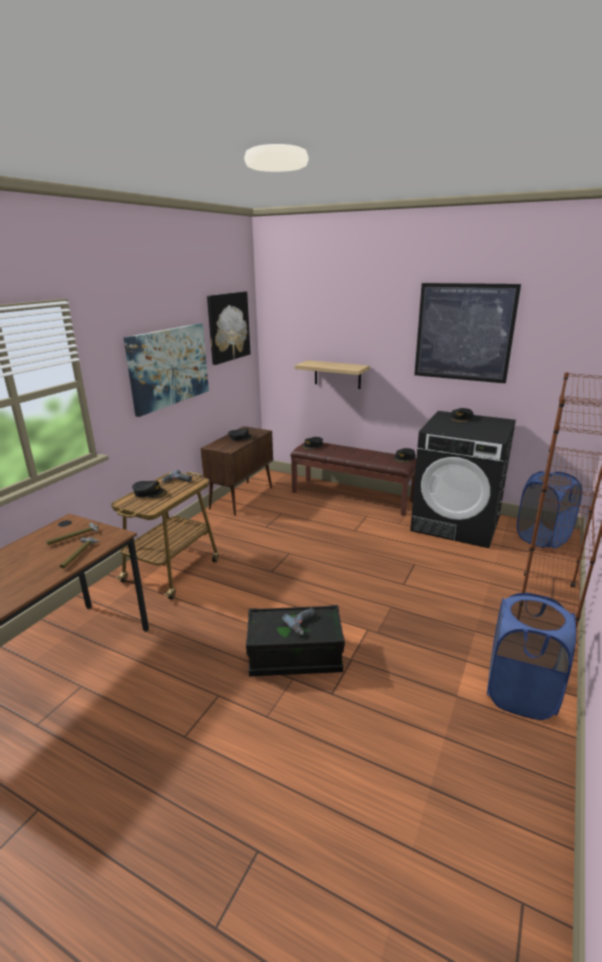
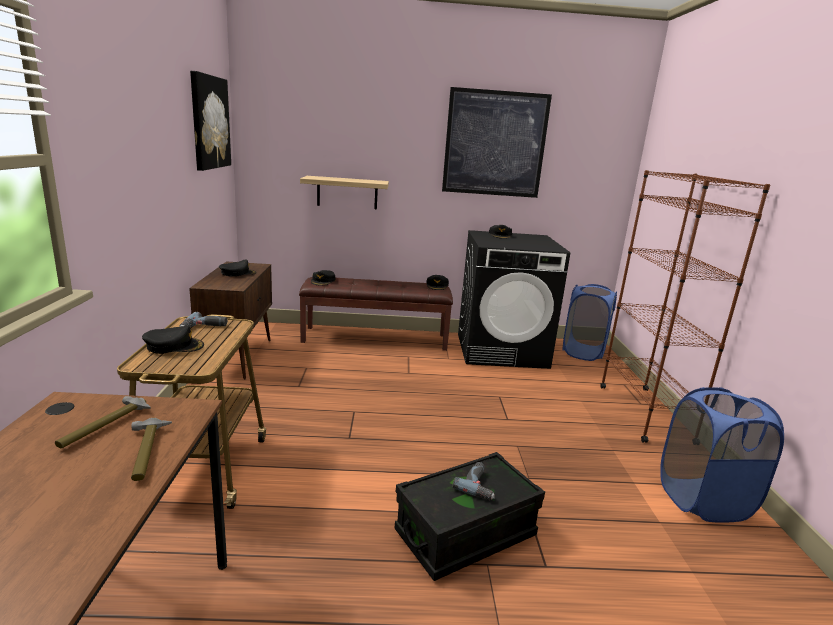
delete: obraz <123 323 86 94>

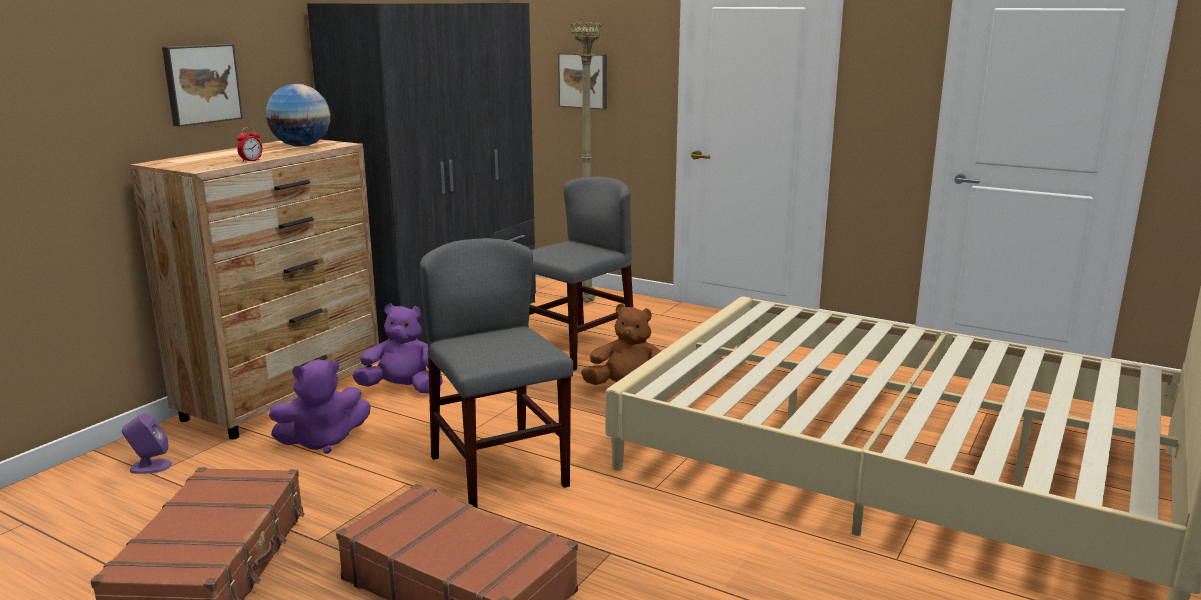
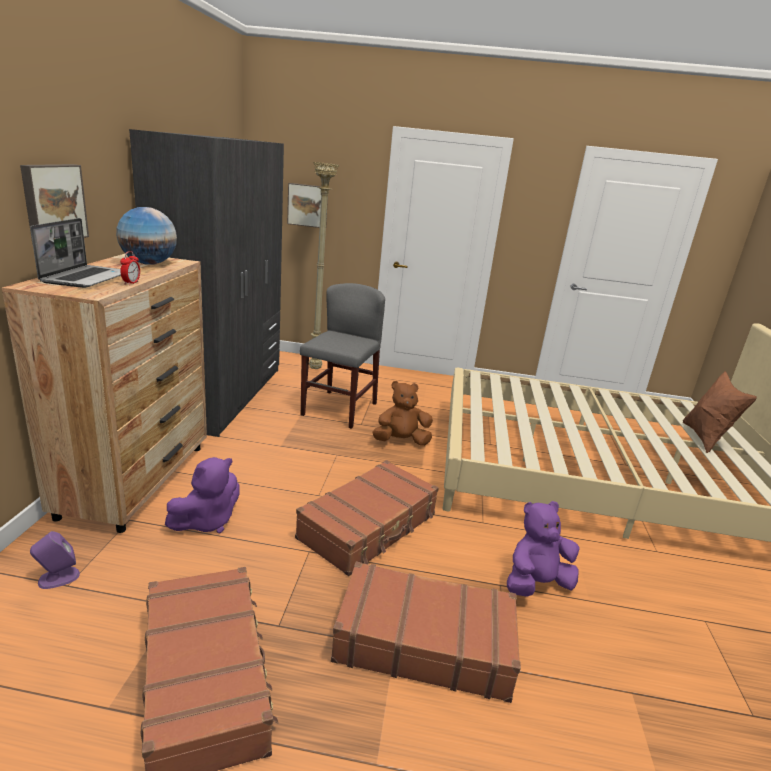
insert: laptop <30 218 91 70>; poduszka [brązowy] <683 371 74 82>
move: pluszak [fioletowy] <352 304 91 90> to <507 501 73 96>
replace: krzesło [szary] <420 238 153 270> to walizka [brązowy] <295 460 144 116>

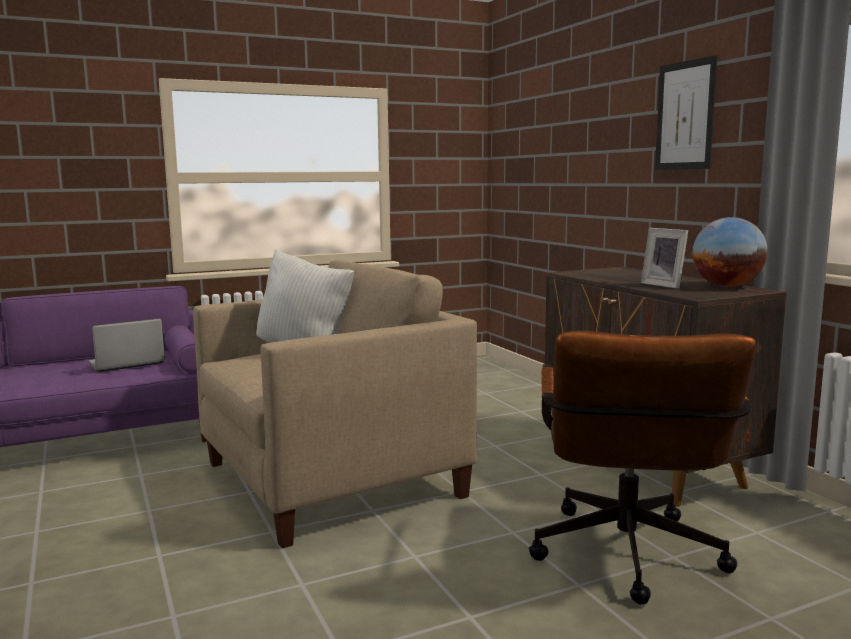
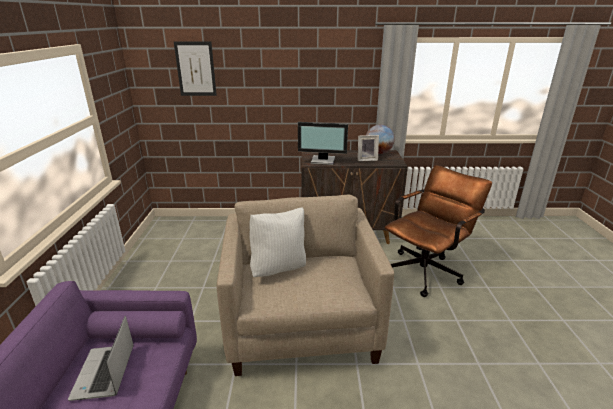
insert: monitor <298 122 50 43>
move: obraz <655 55 62 115> to <174 41 43 55>
rotate: krzesło biurowe [brązowy] <529 331 227 274> = <385 165 107 132> 75 degrees counterclockwise

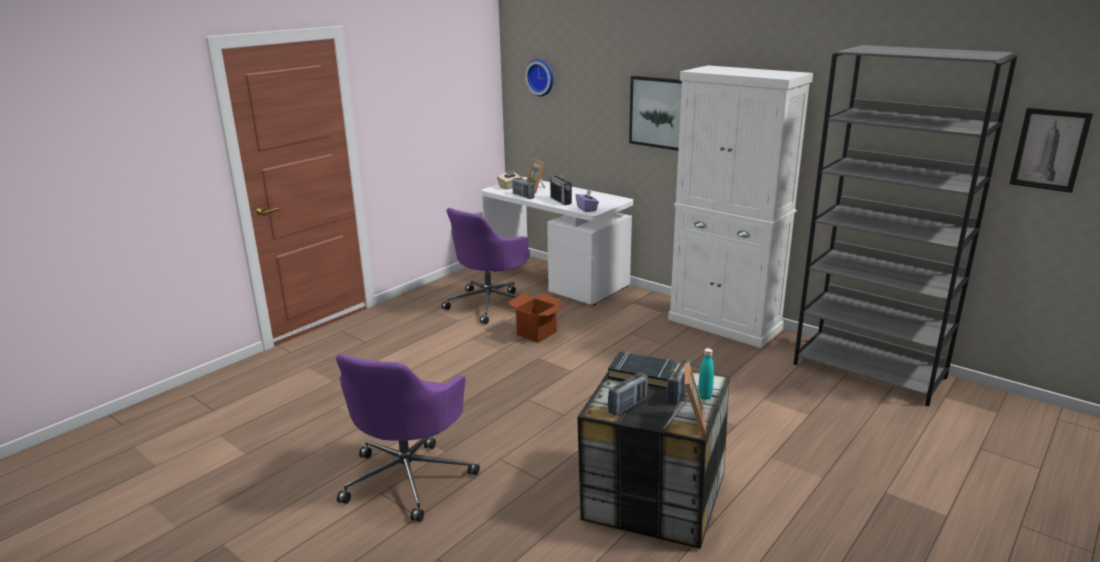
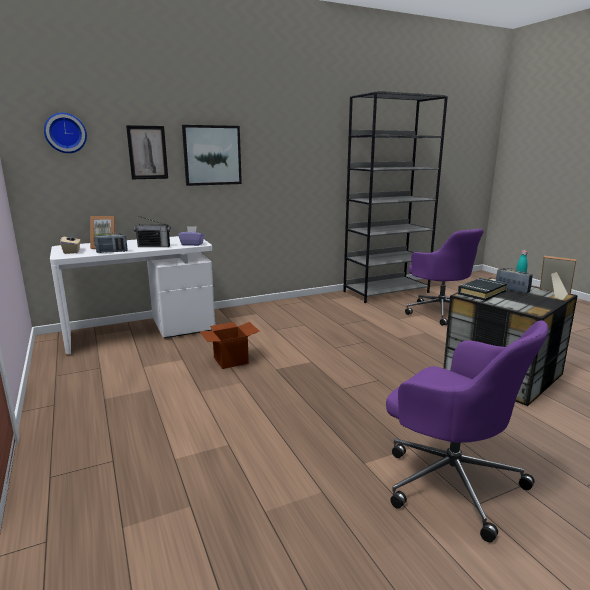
delete: radio <608 373 40 43>; szafka [biały] <668 65 145 283>
move: obraz <1010 108 83 85> to <126 125 42 54>; krzesło biurowe [fioletowy] <442 208 88 116> to <405 229 79 97>

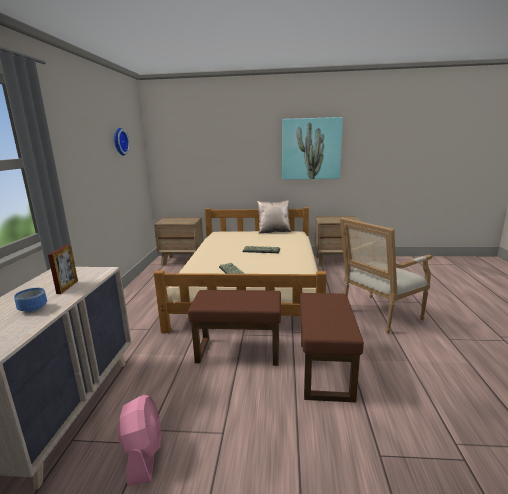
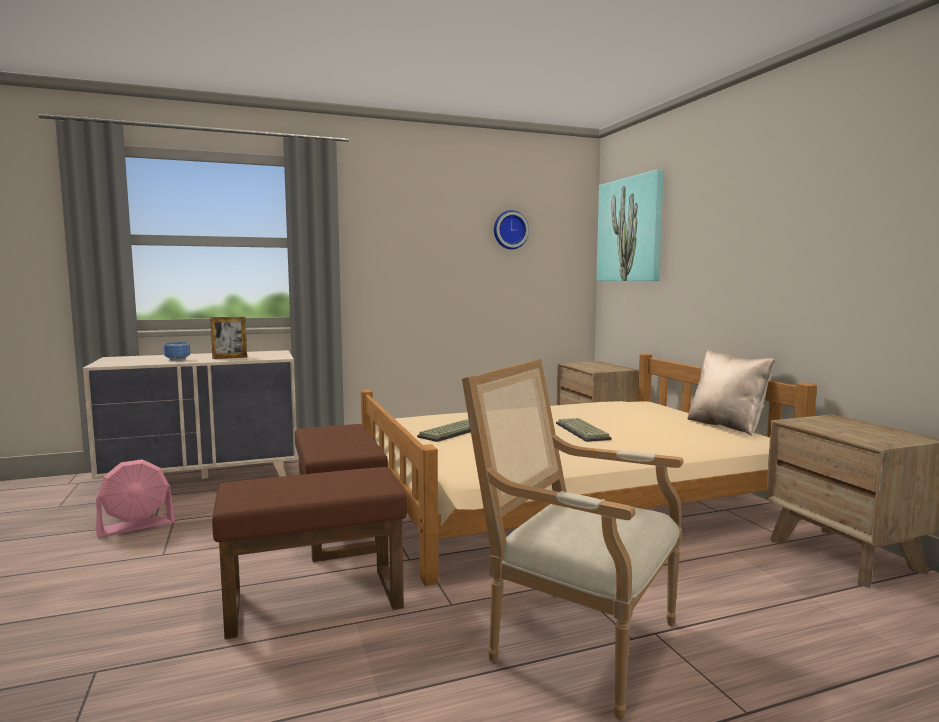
move: obraz <282 117 61 63> to <597 169 67 112>

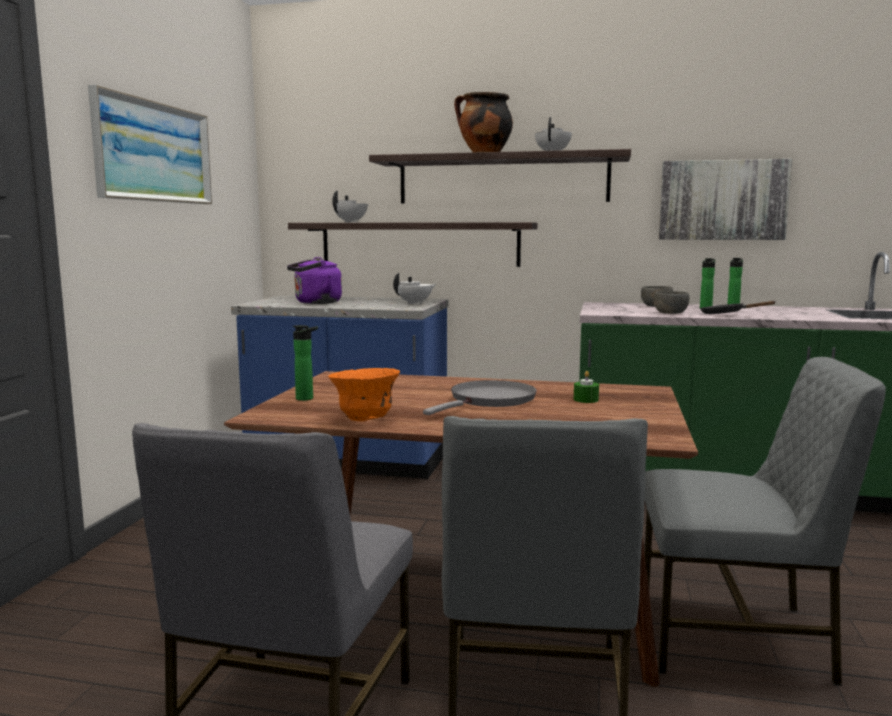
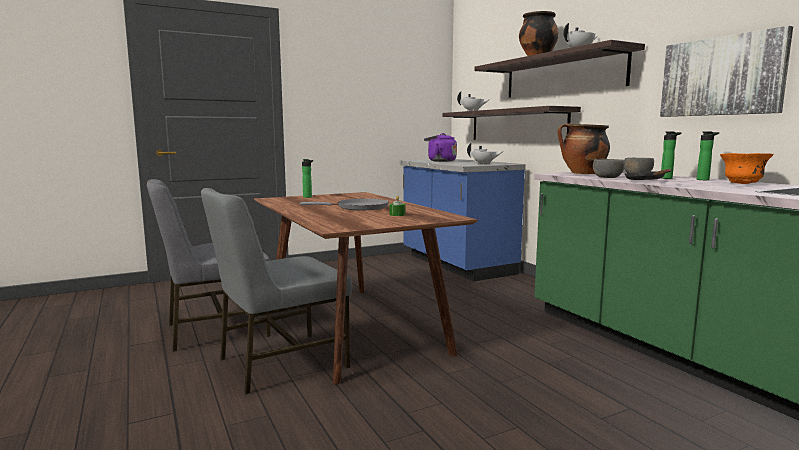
delete: obraz <88 85 124 119>; krzesło [szary] <644 357 242 329>
insert: garnek <557 123 53 51>
move: miska [pomarańczowy] <328 368 72 53> to <720 153 54 31>

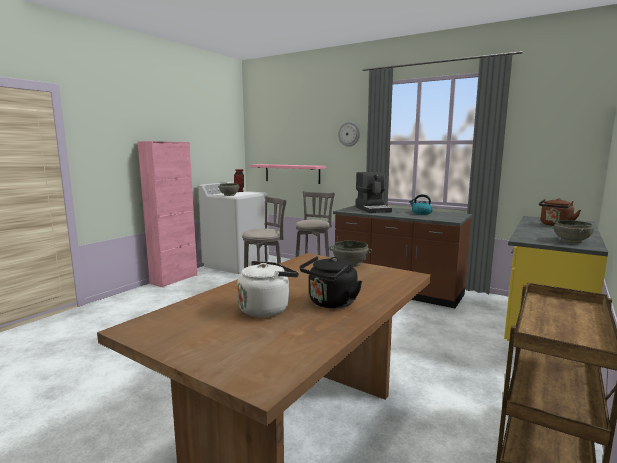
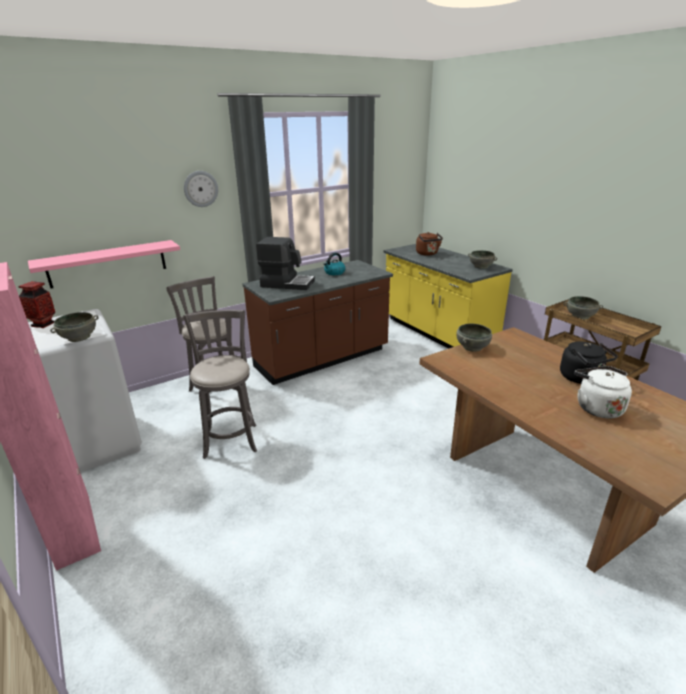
insert: miska [szary] <563 296 40 24>

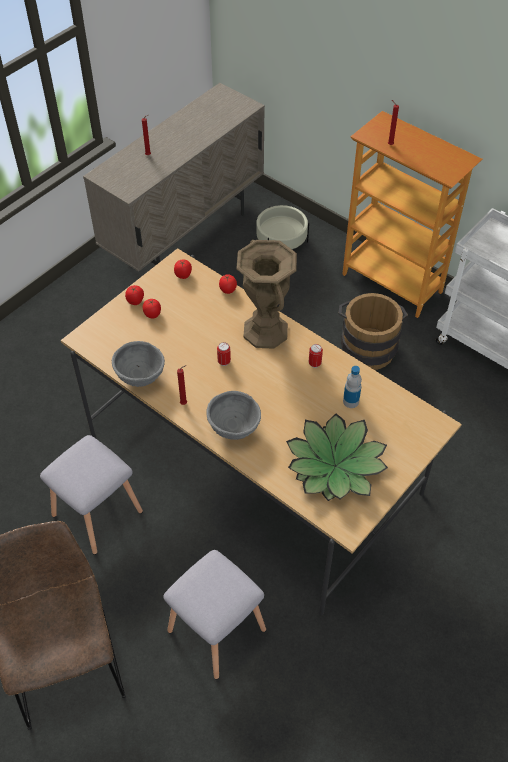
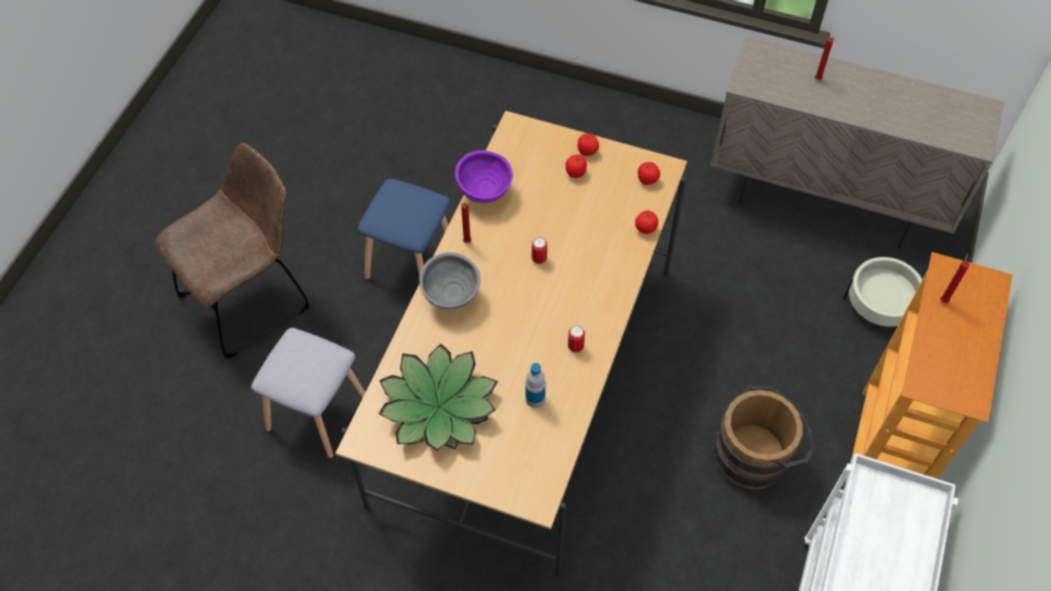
delete: wazon [brązowy] <236 240 61 109>
recolor: stołek [szary] <40 435 103 120> to stołek [niebieski] <357 178 93 102>; miska [szary] <112 341 53 46> to miska [fioletowy] <455 150 58 53>

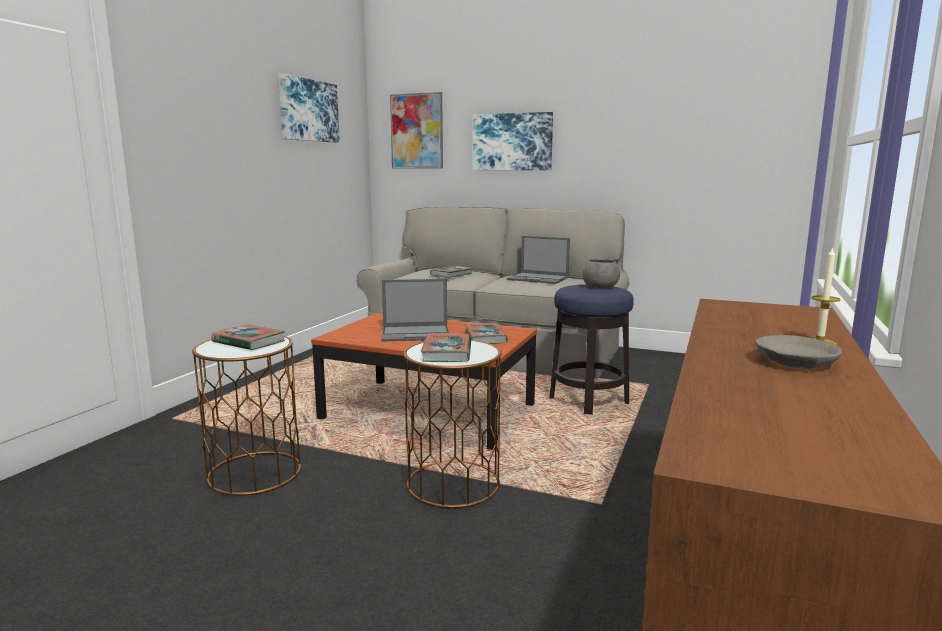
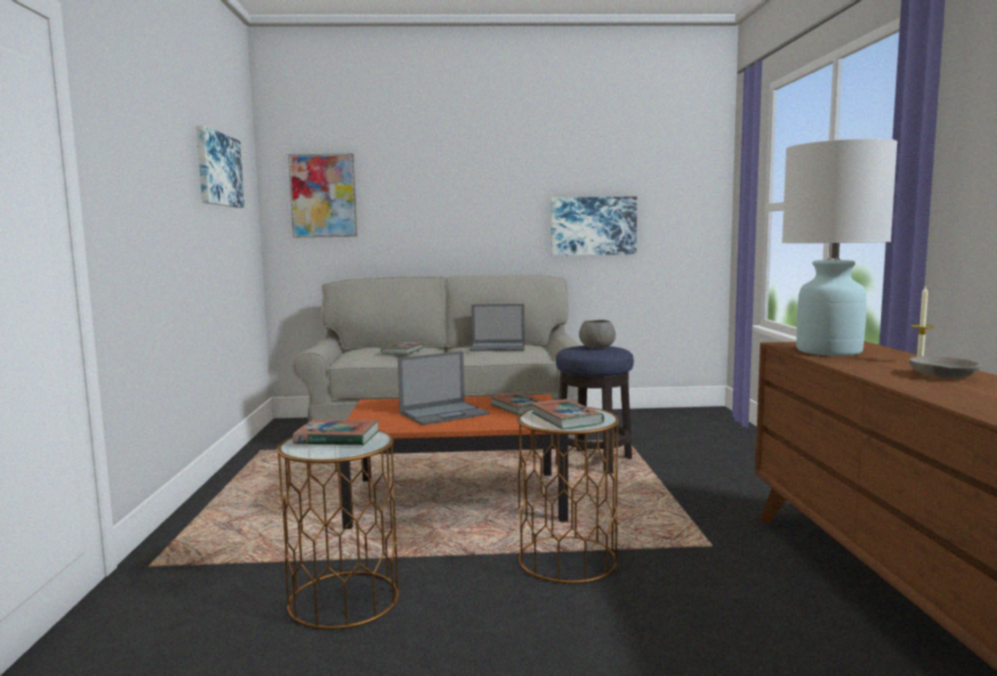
insert: lampa stołowa [biały] <782 138 116 218>
move: obraz <473 112 80 58> to <551 196 86 60>

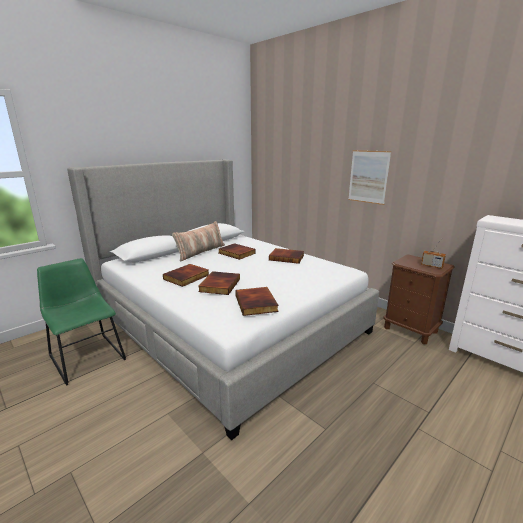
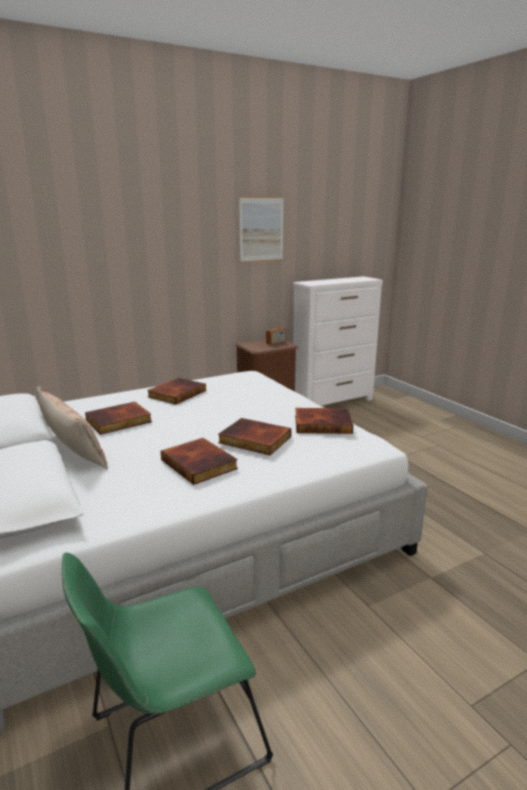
move: obraz <348 150 43 55> to <239 196 45 67>

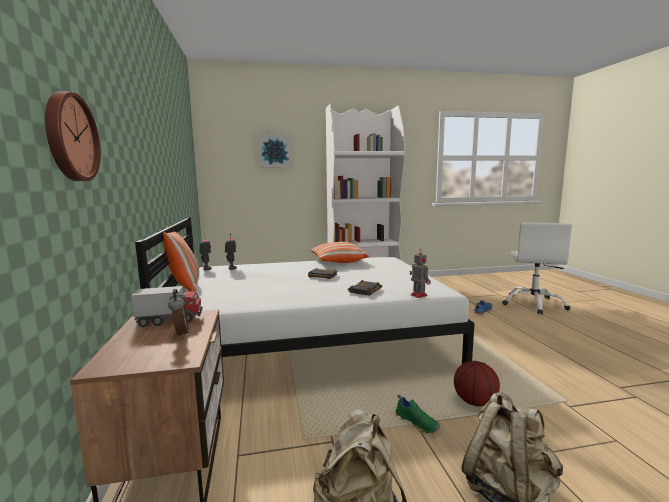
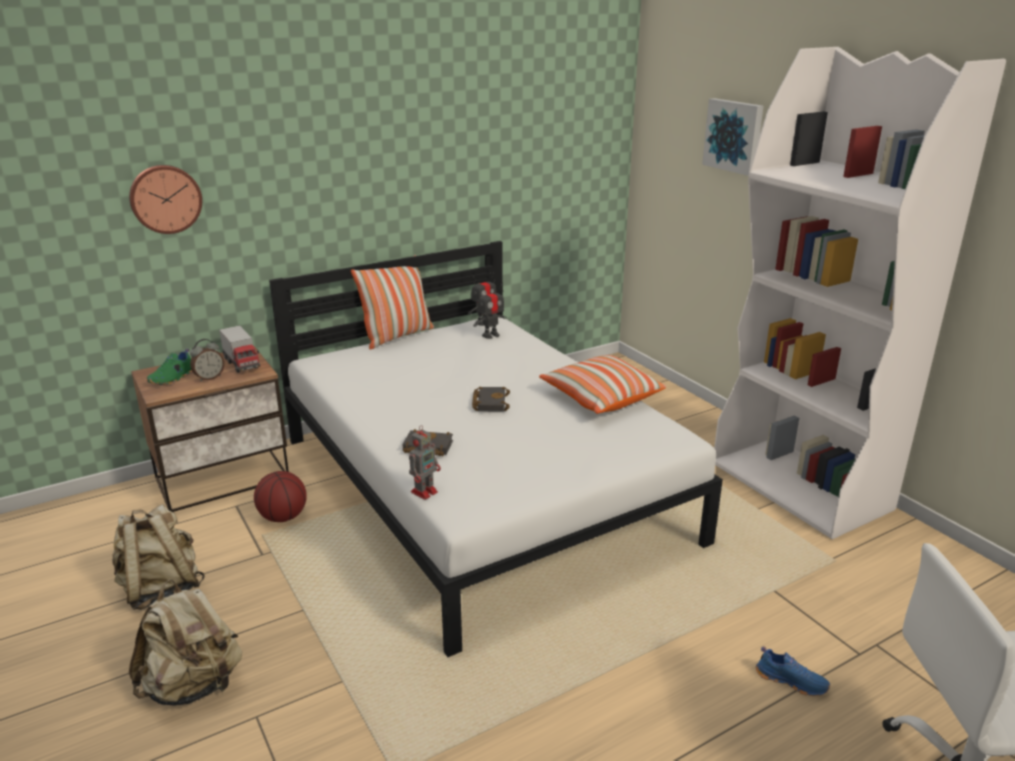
move: but [zielony] <395 395 45 38> to <147 349 46 36>; piłka do koszykówki <454 361 46 46> to <254 471 53 51>

